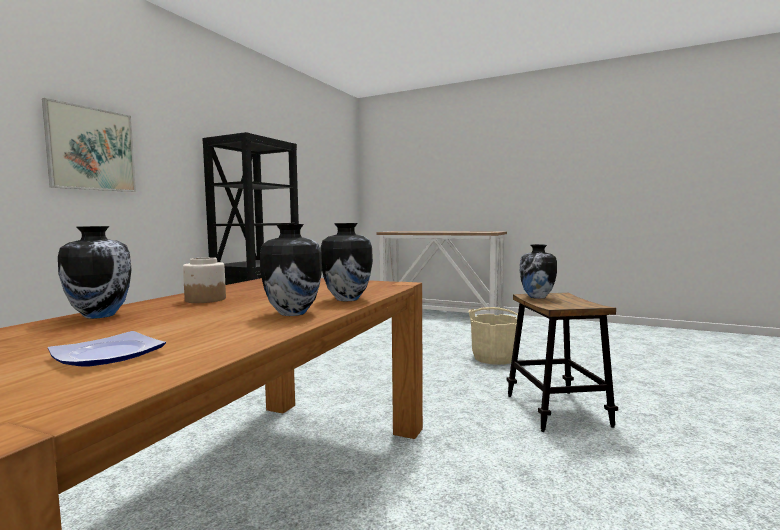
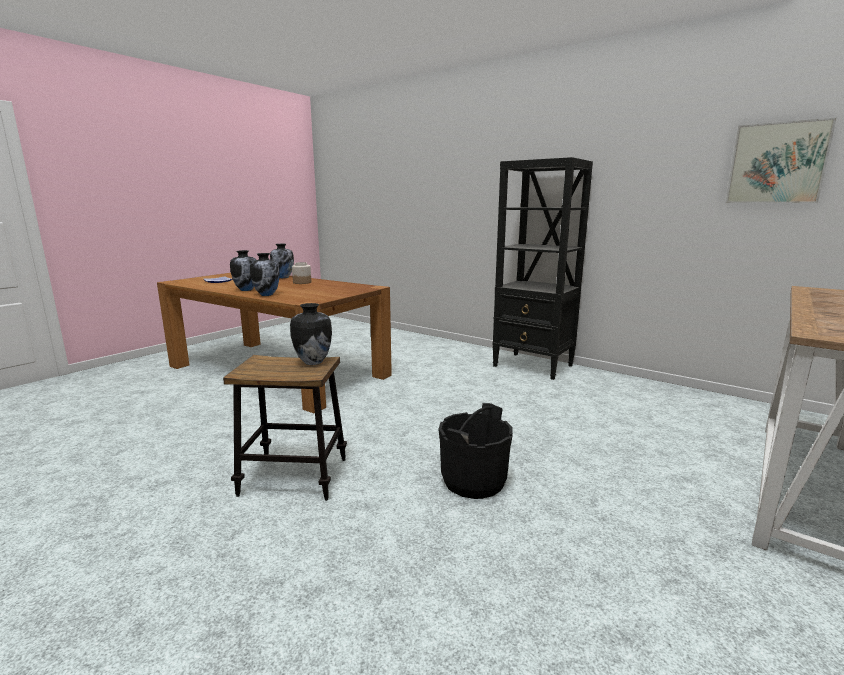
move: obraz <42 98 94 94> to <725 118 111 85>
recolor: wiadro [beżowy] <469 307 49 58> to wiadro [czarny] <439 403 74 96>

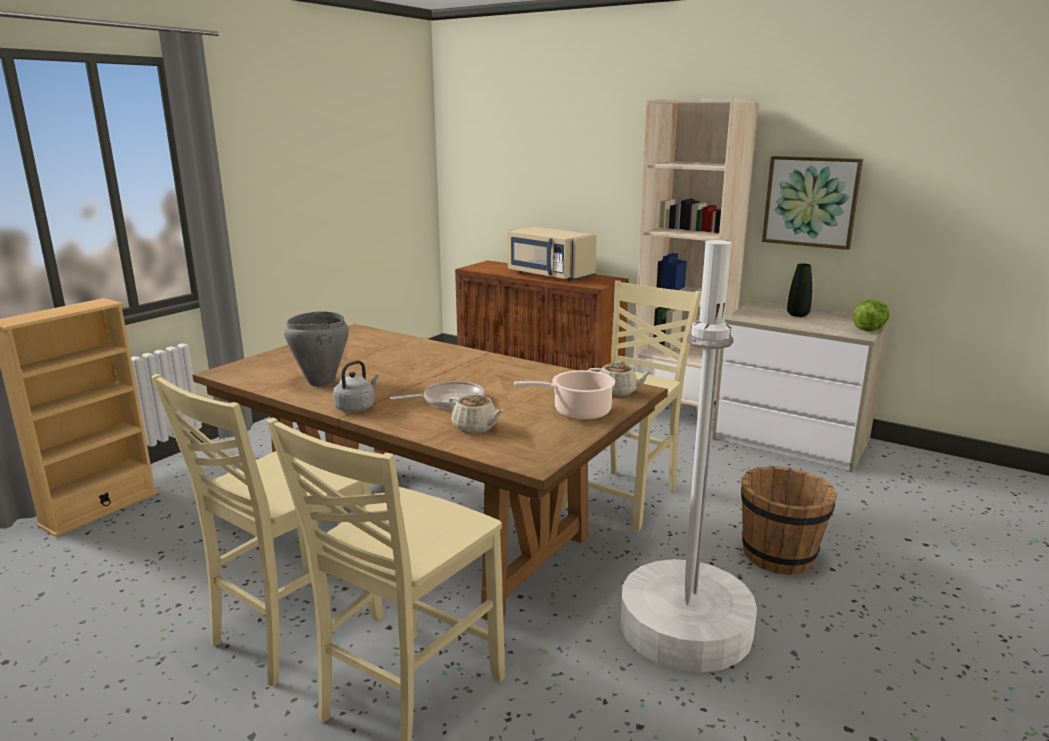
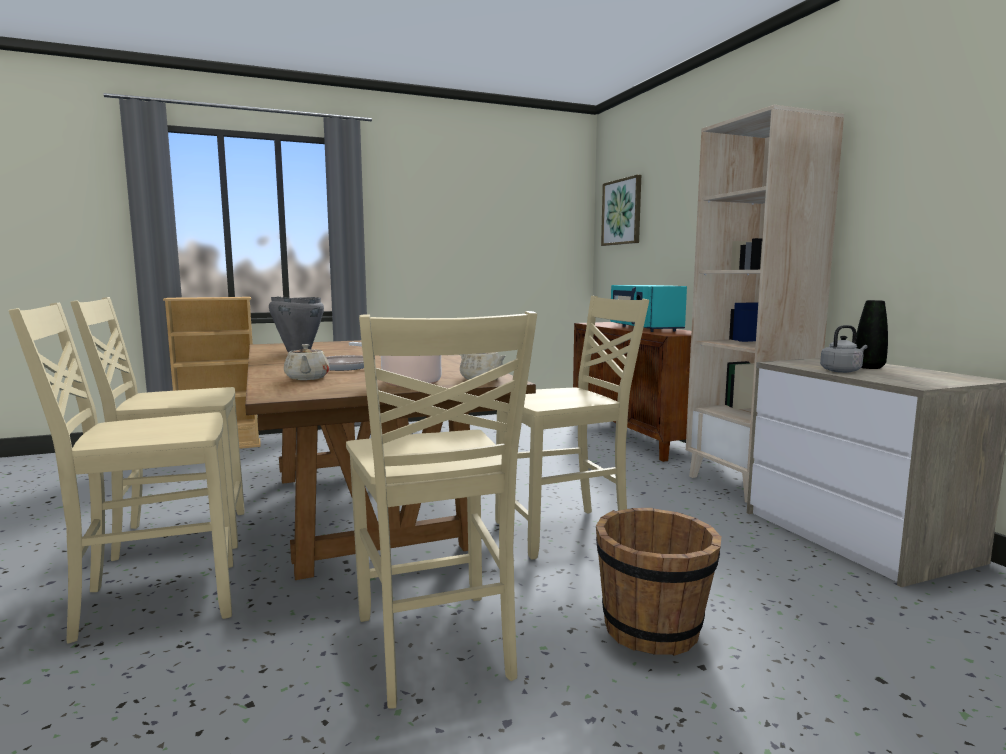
delete: sałata <853 299 36 32>
move: obraz <762 156 101 94> to <601 175 40 71>; czajnik [szary] <333 360 46 52> to <820 325 47 48>
replace: lampa stojąca [biały] <620 240 137 433> to krzesło [beżowy] <346 311 191 398>
recolor: mikrofalówka [beżowy] <507 226 90 56> to mikrofalówka [turkusowy] <610 285 77 47>

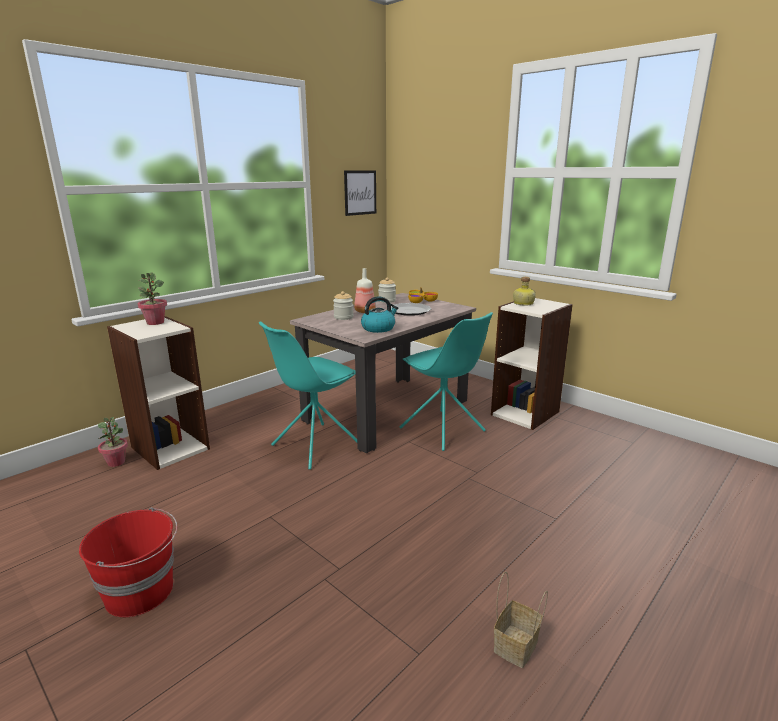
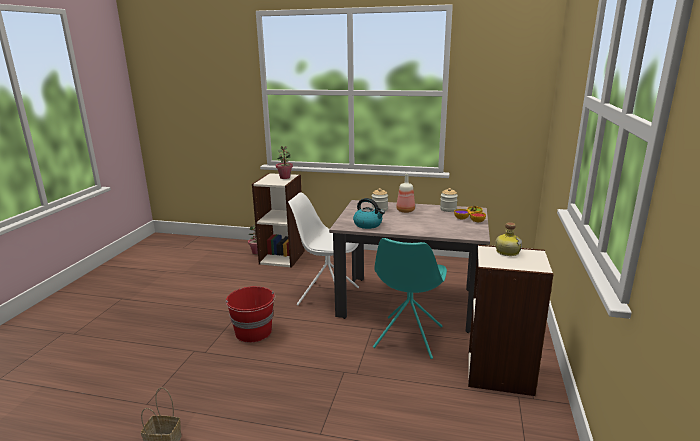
delete: obraz <344 171 32 45>; talerz <391 303 41 13>
move: wiadro [czerwony] <79 507 98 110> to <226 286 49 56>
recolor: krzesło [turkusowy] <259 321 98 149> to krzesło [biały] <288 192 71 113>

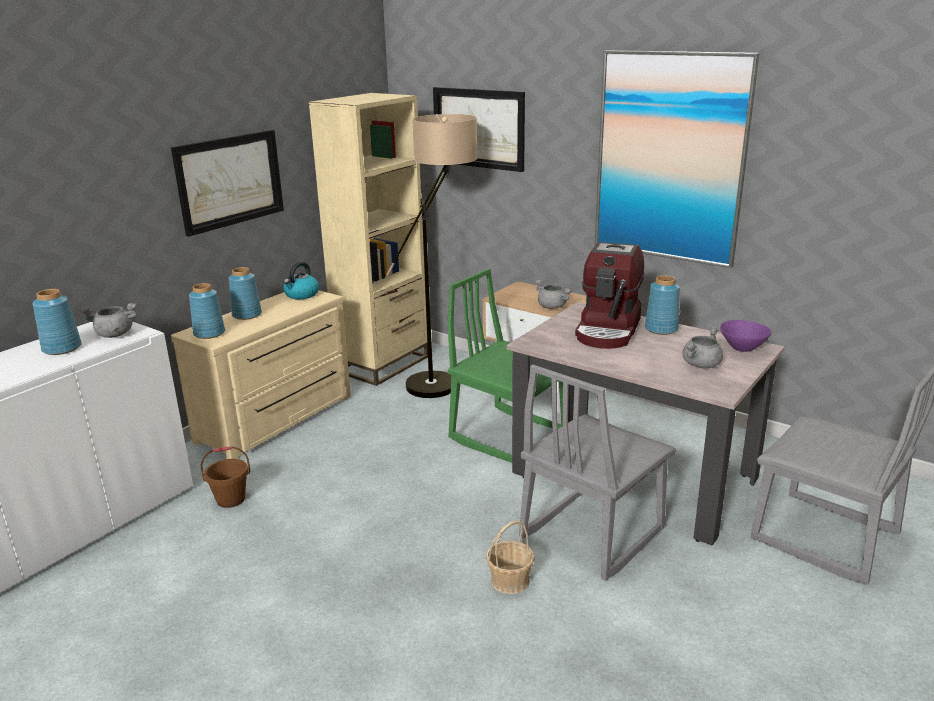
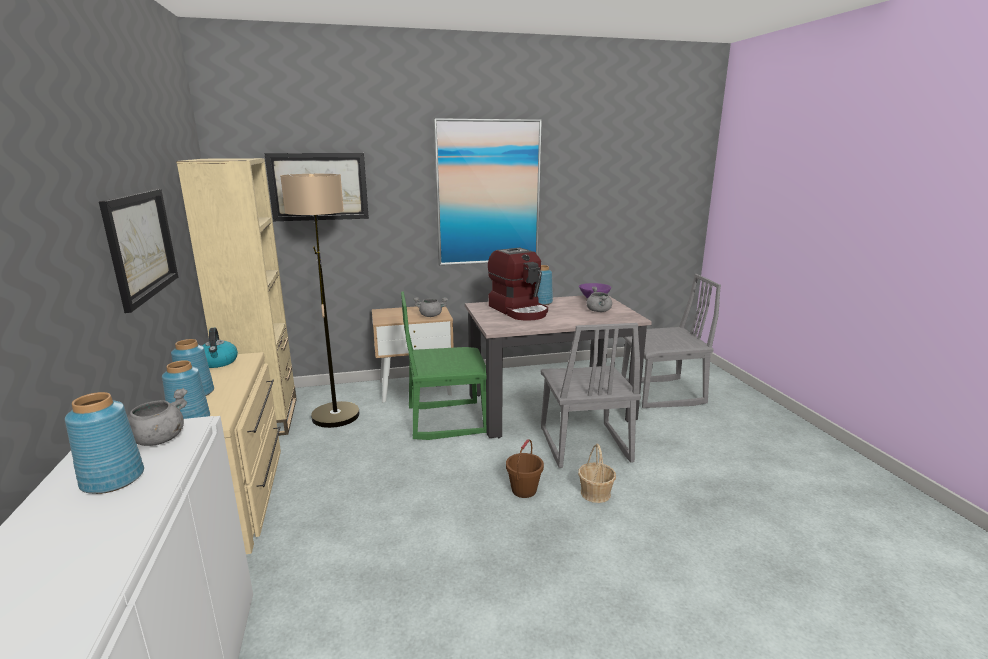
move: wiadro [brązowy] <201 446 50 62> to <506 439 38 59>

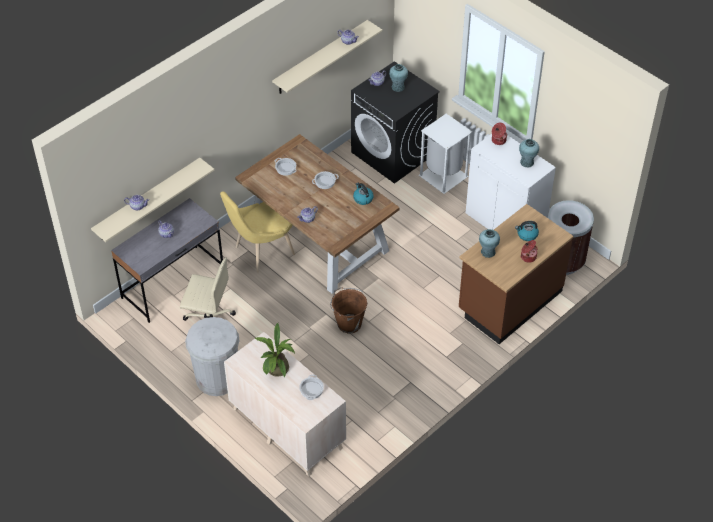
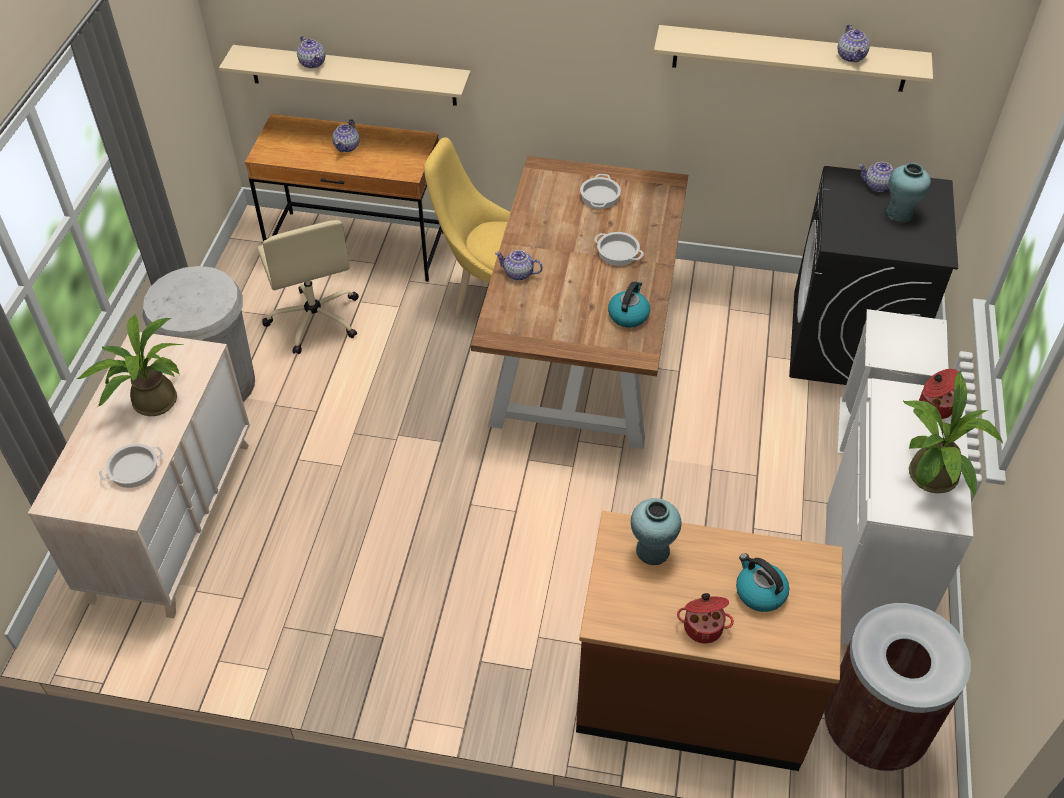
delete: wiadro [brązowy] <330 287 37 47>
replace: wazon [turkusowy] <519 139 20 29> to roślina doniczkowa <902 371 101 126>
recolor: biurko [szary] <111 198 112 125> to biurko [brązowy] <245 114 199 168>

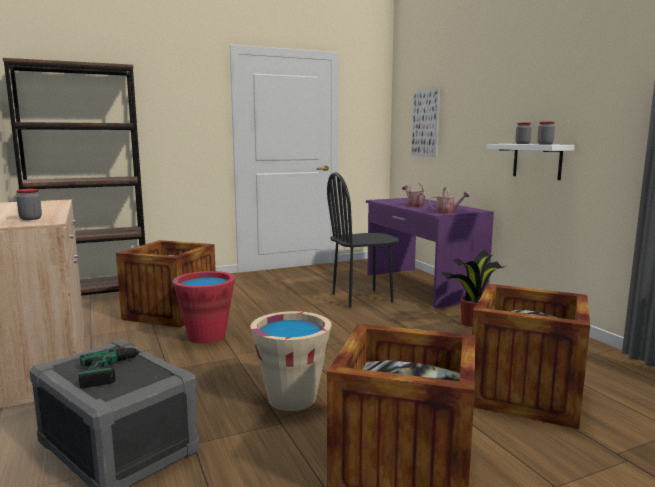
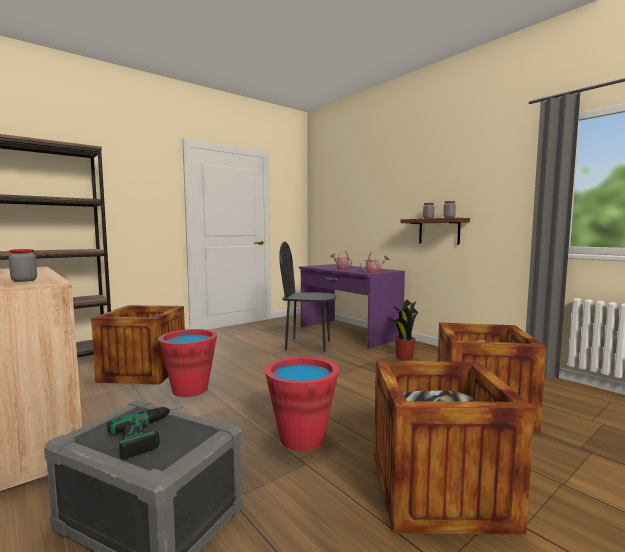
delete: obraz <411 89 30 68>
recolor: wiadro [beżowy] <250 311 82 100> to wiadro [czerwony] <265 357 74 94>; półka [biały] <487 144 88 36> to półka [brązowy] <400 218 70 27>
rotate: krzesło [czarny] <327 172 72 136> = <279 241 57 111> 45 degrees clockwise

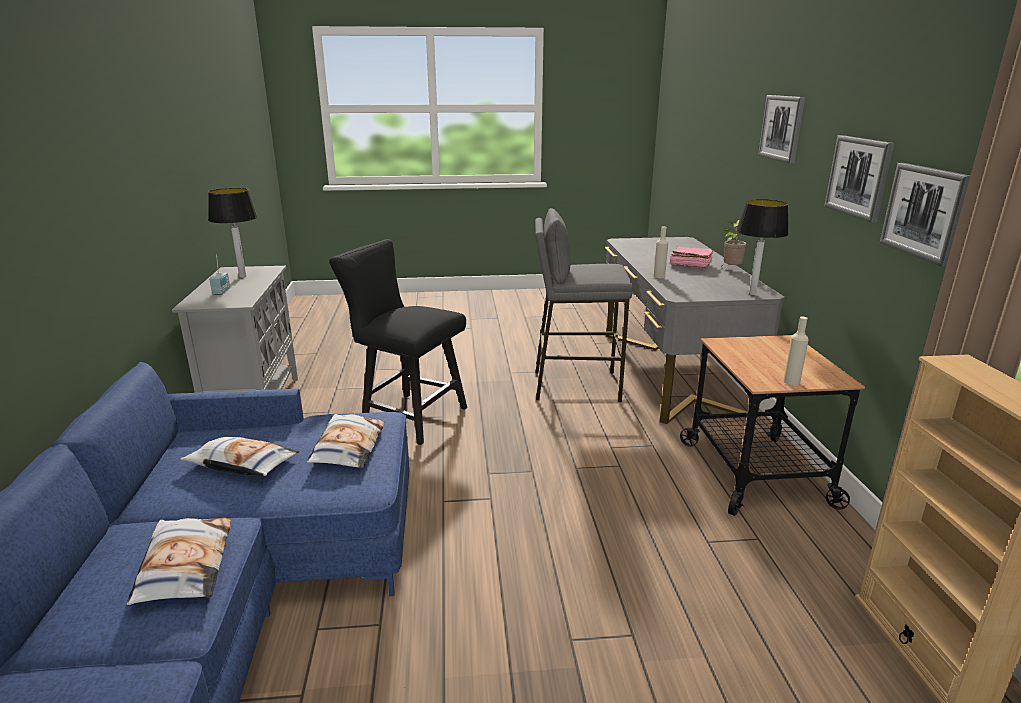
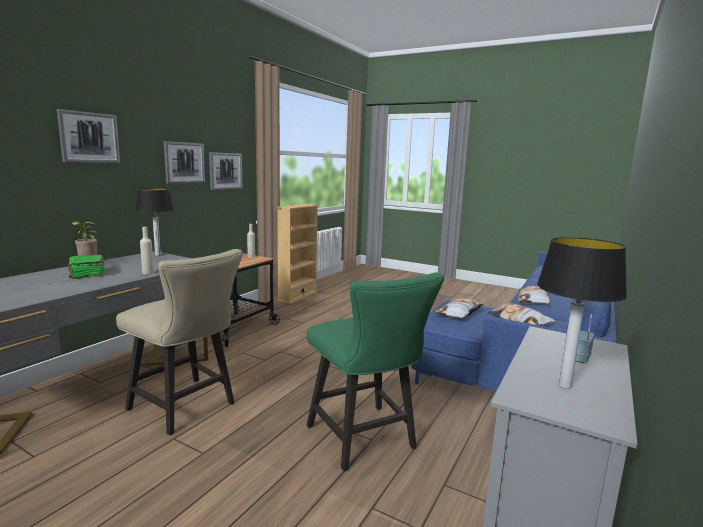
replace: stołek [szary] <535 208 98 194> to krzesło [beżowy] <116 249 127 187>
recolor: książka [różowy] <670 246 43 22> to książka [zielony] <68 255 37 24>; krzesło [czarny] <329 239 138 206> to krzesło [zielony] <307 273 137 198>

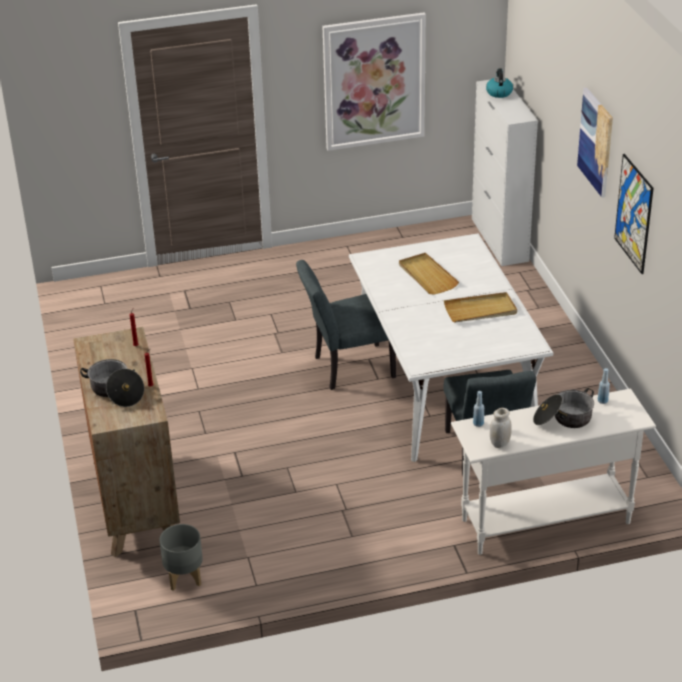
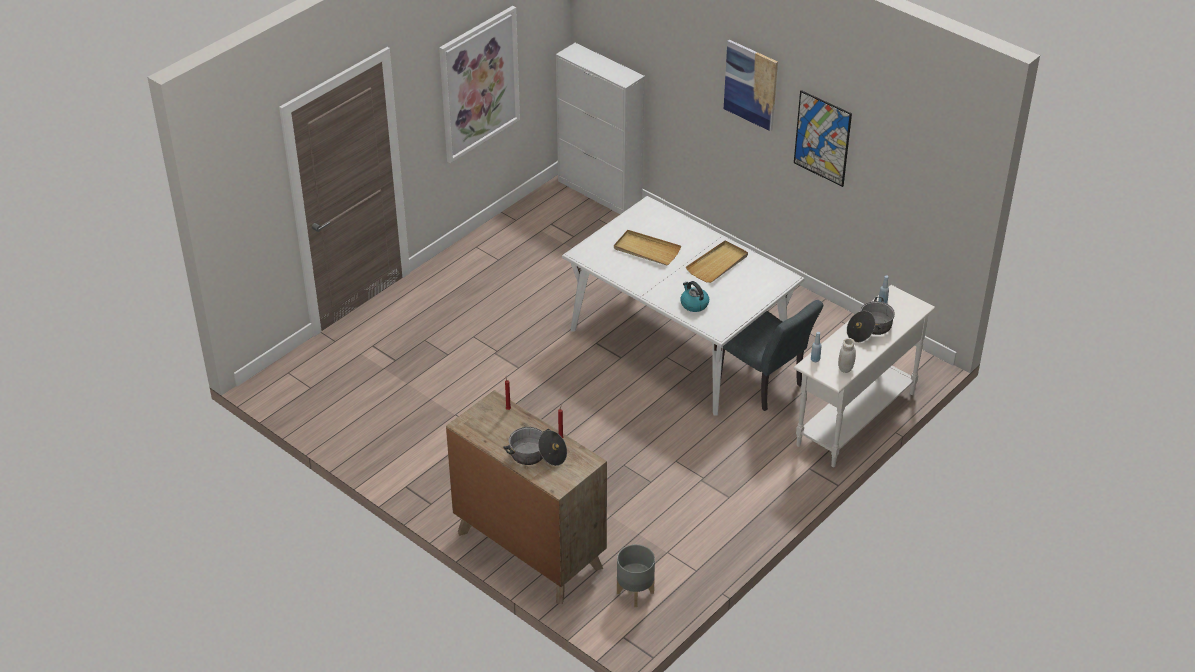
delete: krzesło [szary] <296 260 100 130>
move: czajnik <486 68 27 30> to <681 281 28 31>

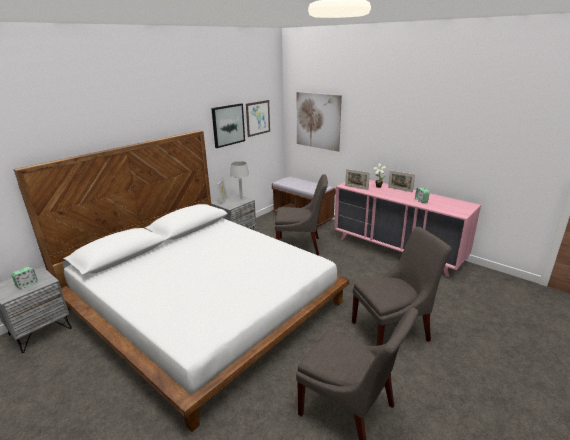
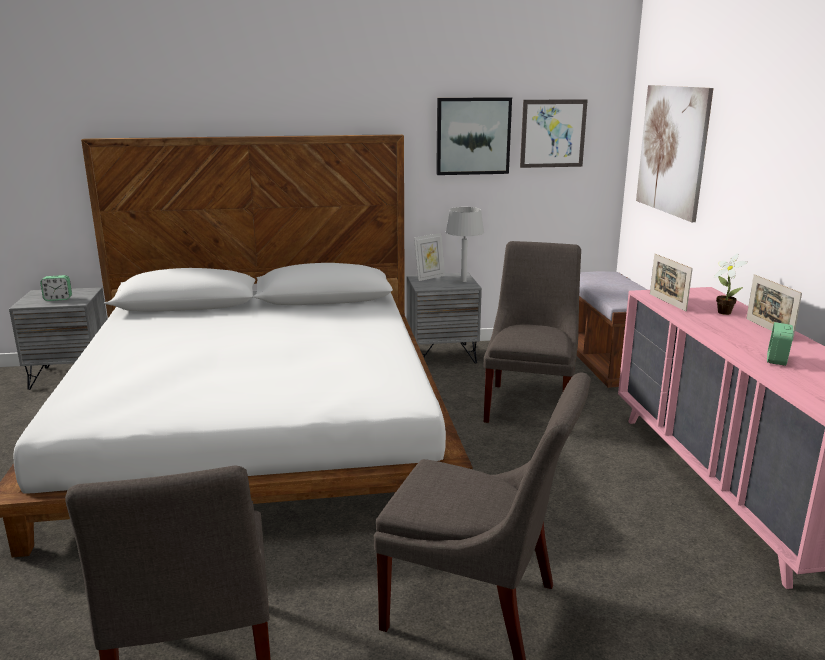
rotate: krzesło [szary] <275 174 53 81> = <483 241 98 182> 120 degrees counterclockwise

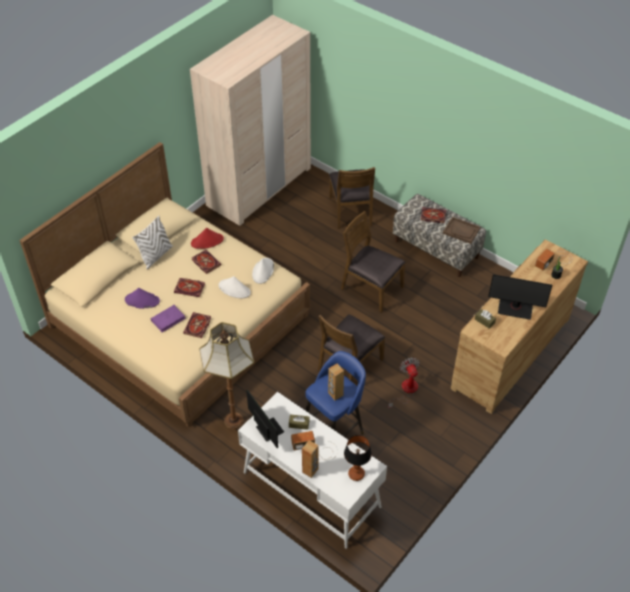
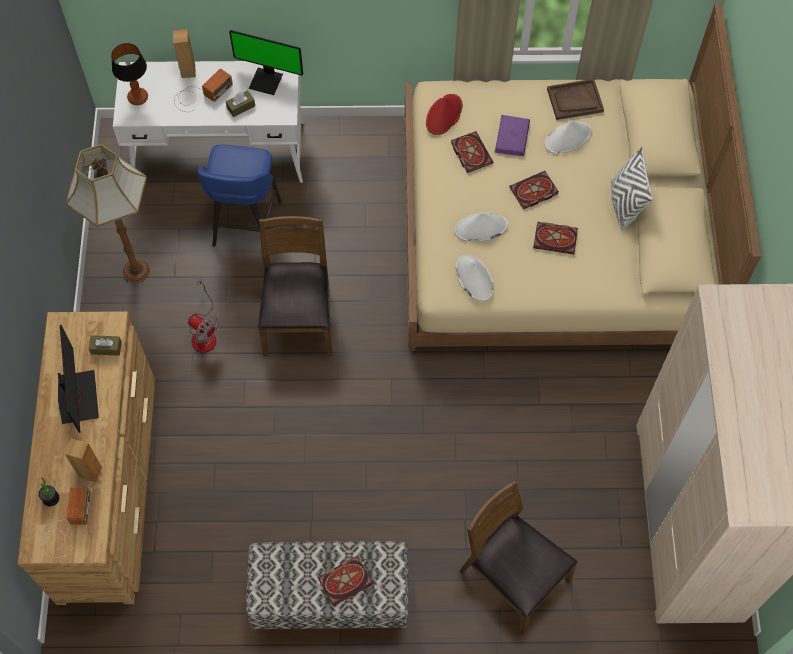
delete: krzesło [brązowy] <341 211 64 102>
move: głośnik [brązowy] <328 363 16 37> to <65 439 37 43>; lampa stojąca <199 322 55 107> to <66 144 84 139>; kapelusz [czerwony] <191 228 33 21> to <426 94 37 41>; taca [brązowy] <443 217 37 27> to <547 79 57 41>
recolor: kapelusz [fioletowy] <125 288 35 21> to kapelusz [biały] <545 120 46 34>
rotate: monitor <488 274 65 46> = <58 325 41 108> 105 degrees clockwise

